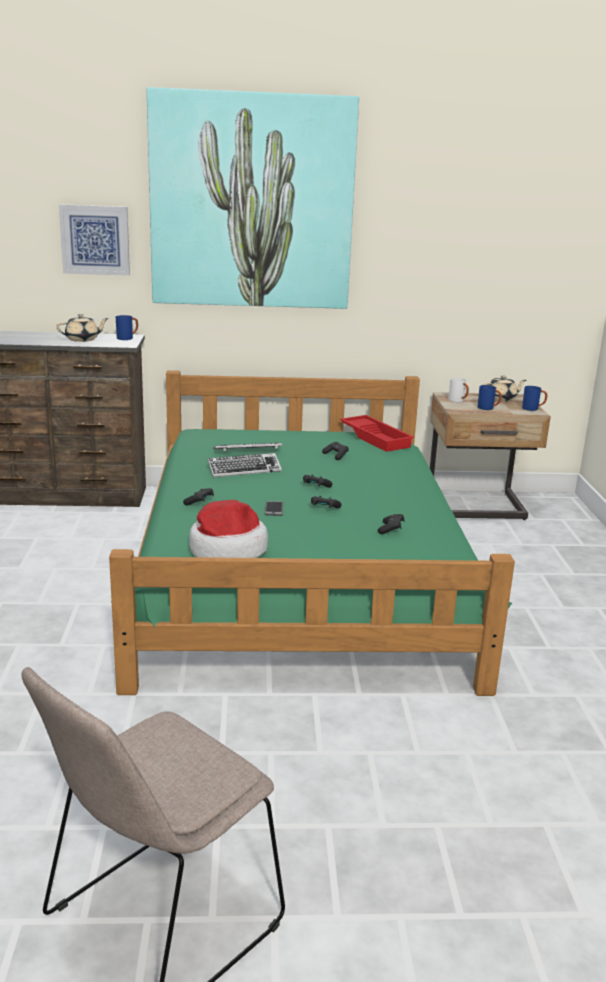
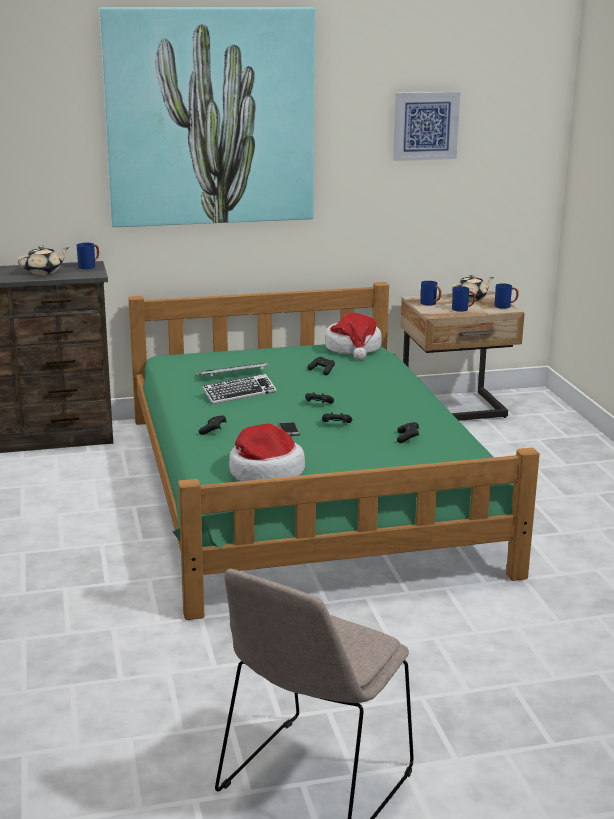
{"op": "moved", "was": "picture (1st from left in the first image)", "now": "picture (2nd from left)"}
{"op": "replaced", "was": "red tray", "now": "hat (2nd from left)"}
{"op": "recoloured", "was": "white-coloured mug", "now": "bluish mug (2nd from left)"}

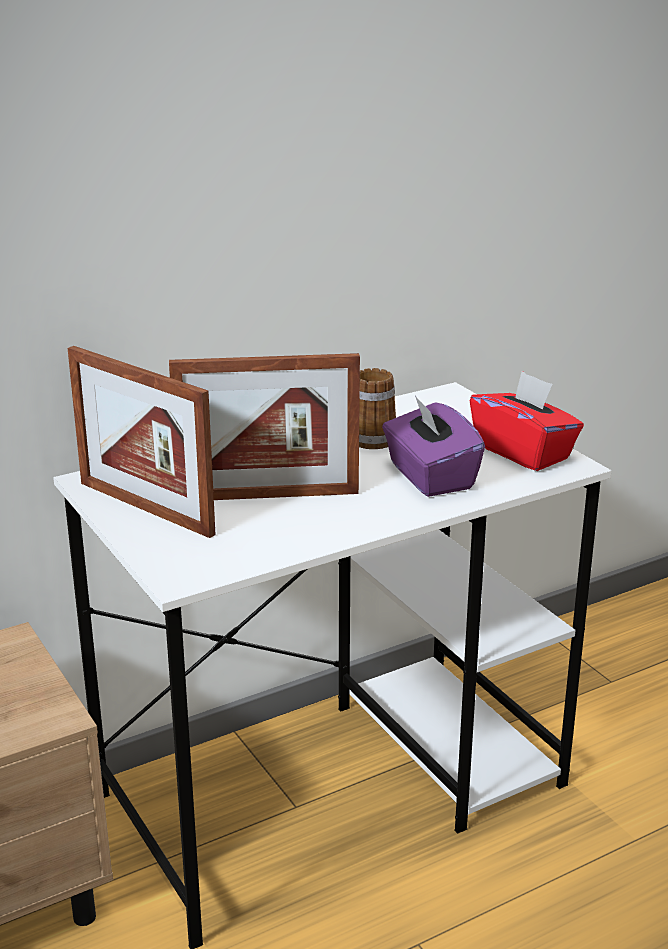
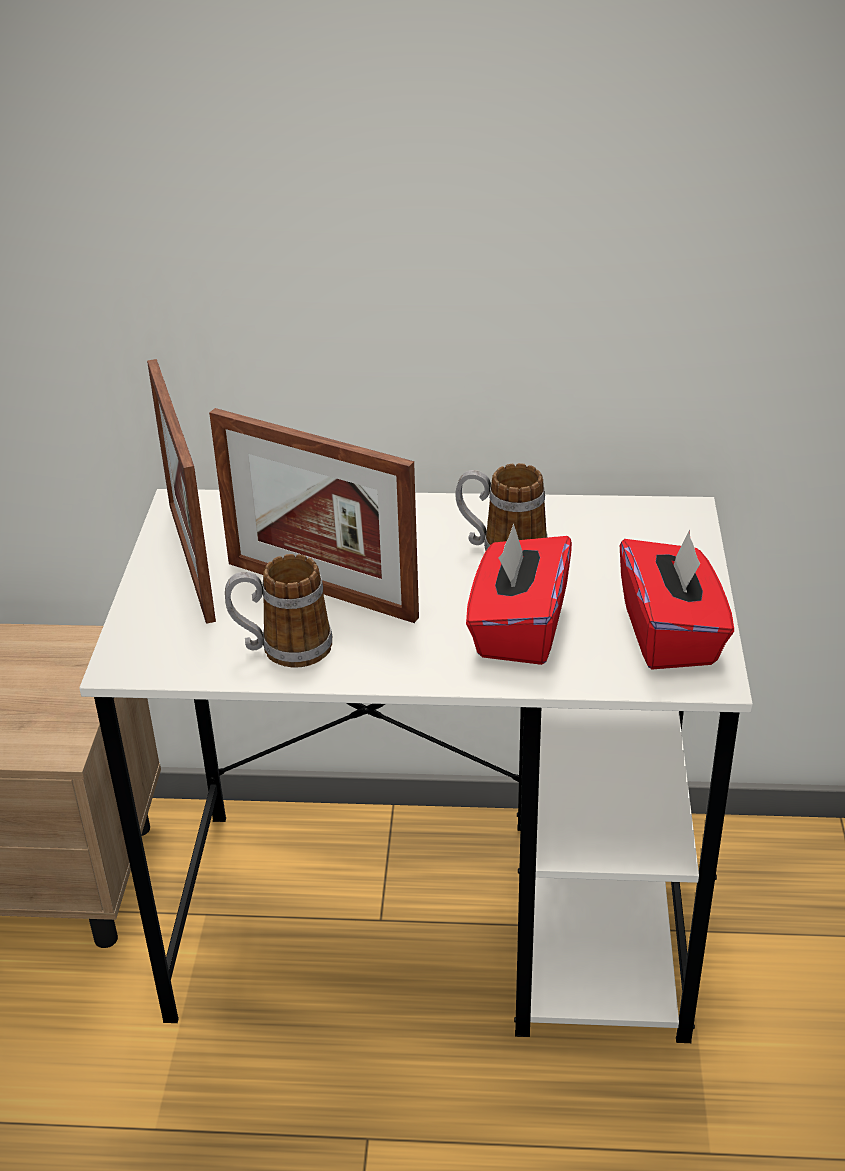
{"op": "recoloured", "was": "purple-coloured tissue holder", "now": "red tissue holder (1st from left)"}
{"op": "added", "now": "mug (1st from left)"}

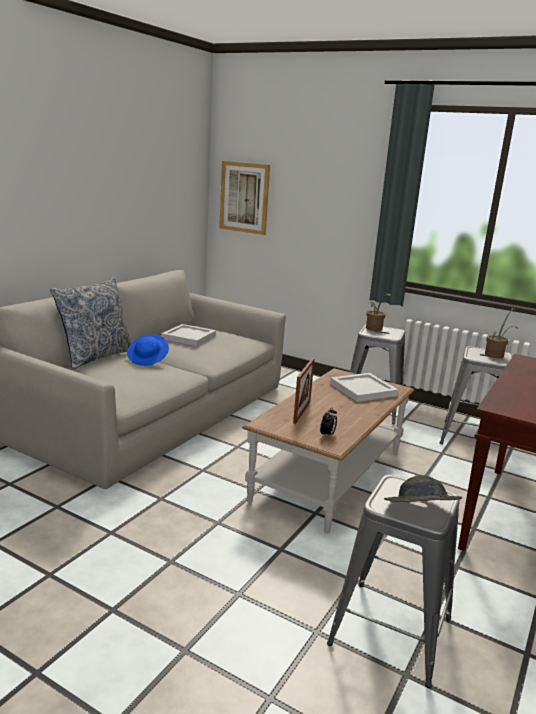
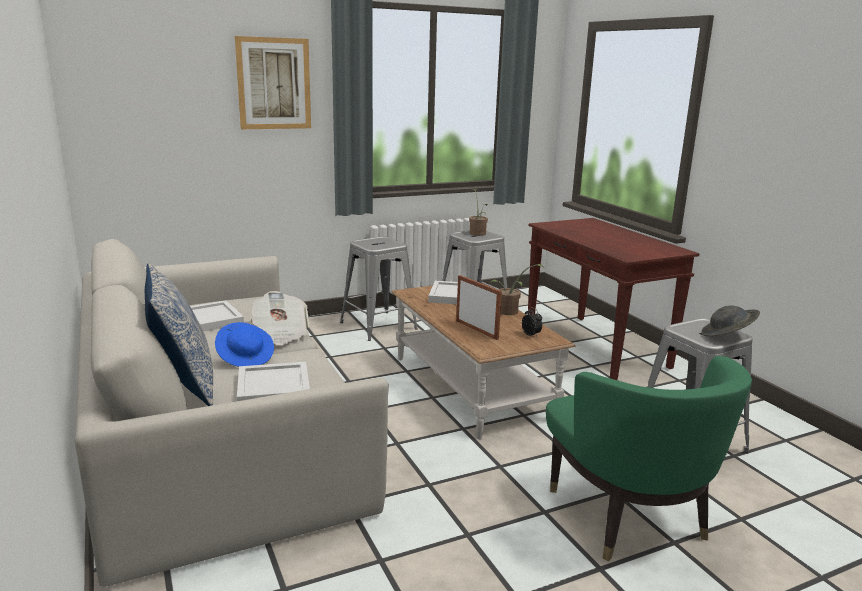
{"op": "moved", "was": "picture"}
{"op": "moved", "was": "potted plant (1st from left in the first image)", "now": "potted plant (2nd from left)"}
{"op": "added", "now": "white-coloured tray (2nd from left)"}
{"op": "added", "now": "printed paper"}
{"op": "added", "now": "green armchair"}

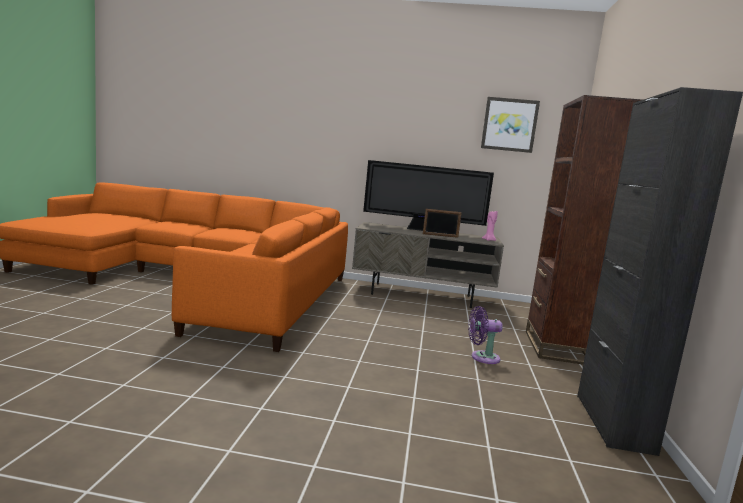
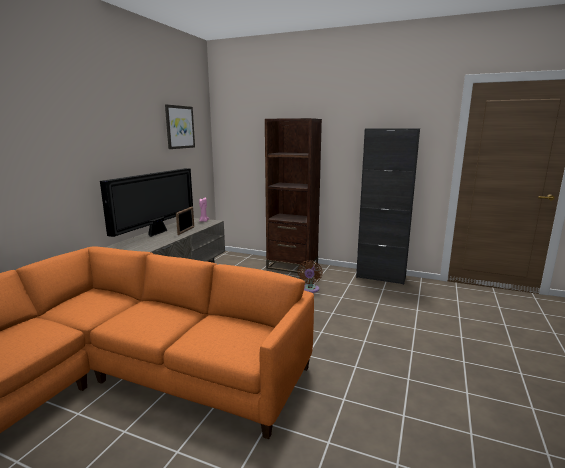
{"op": "recoloured", "was": "purple-coloured fan", "now": "brown-coloured fan"}

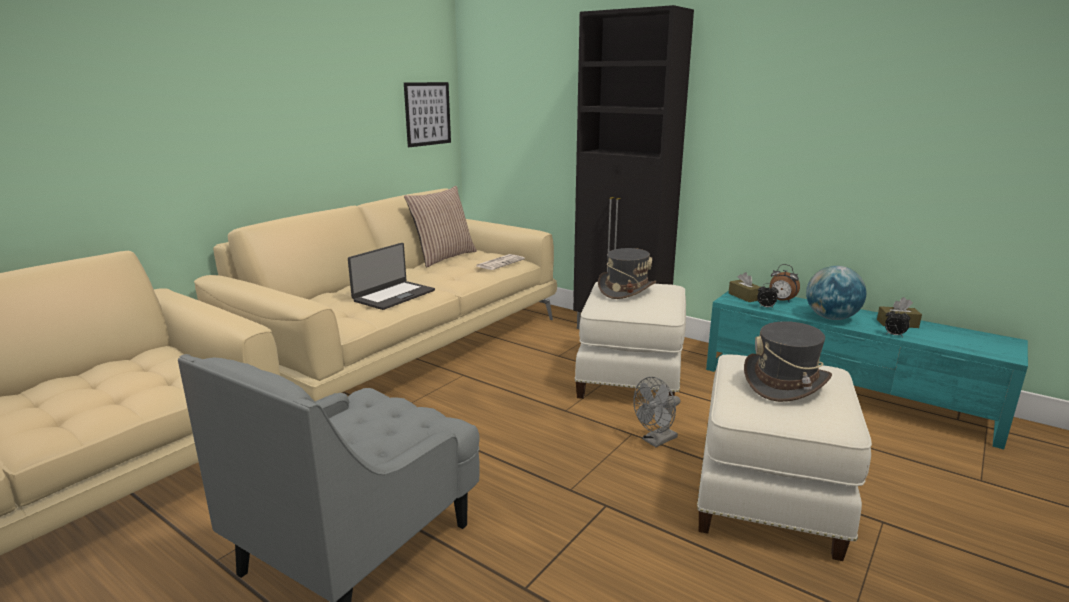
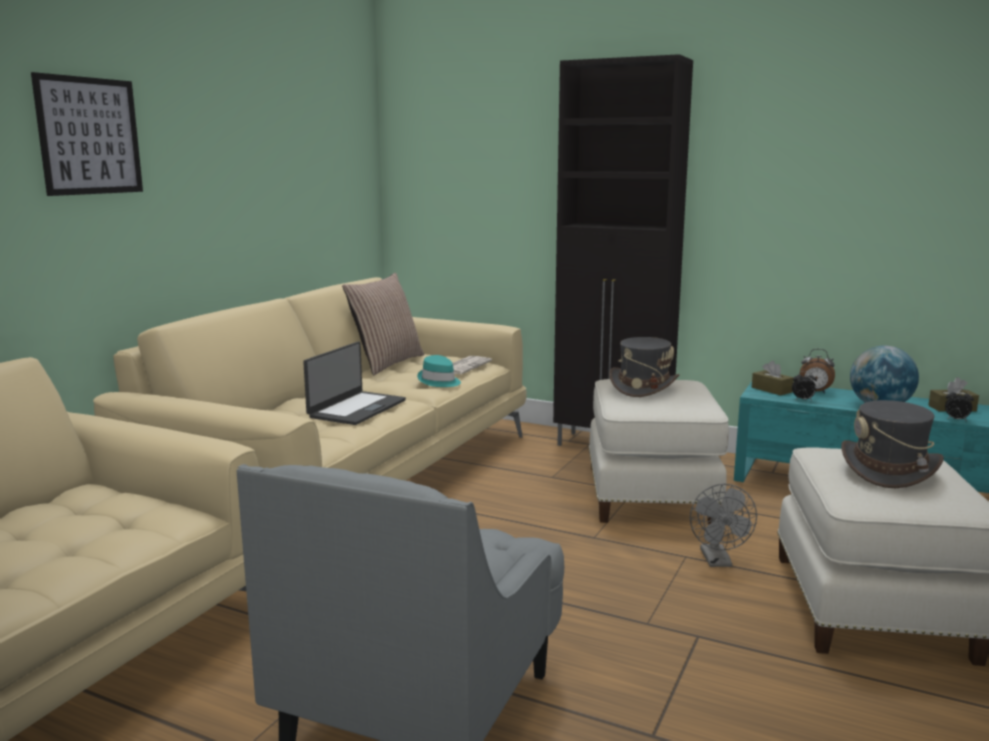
{"op": "moved", "was": "picture"}
{"op": "turned", "was": "greyish fan", "clockwise": -45}
{"op": "added", "now": "turquoise hat"}

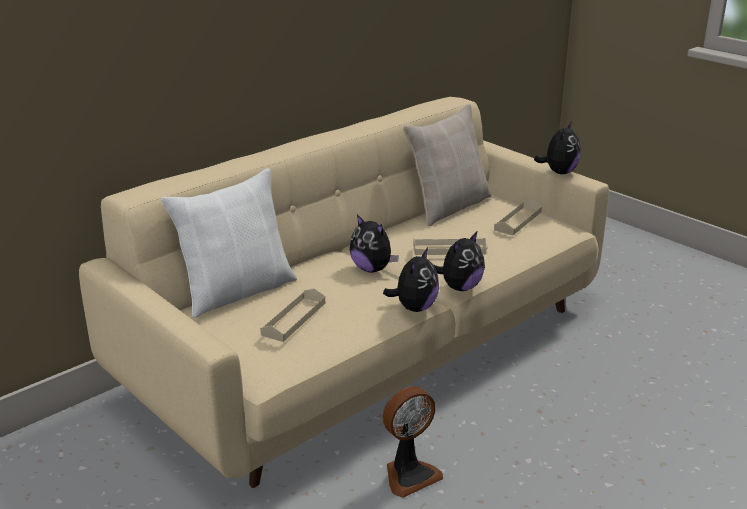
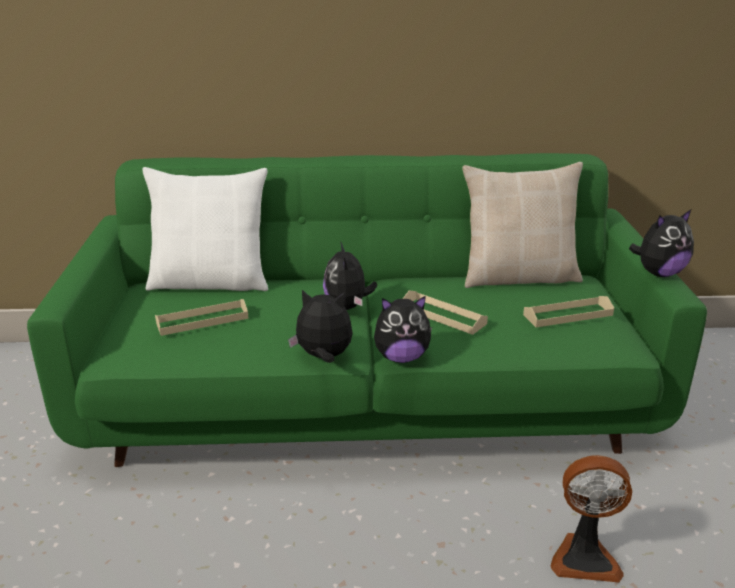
{"op": "recoloured", "was": "beige-coloured settee", "now": "green settee"}
{"op": "turned", "was": "plush toy (2nd from left in the first image)", "clockwise": -150}
{"op": "moved", "was": "fan"}

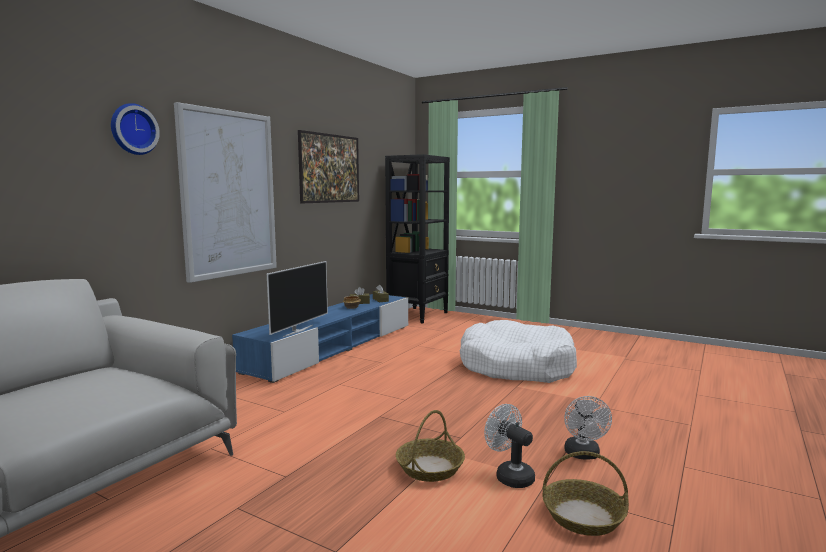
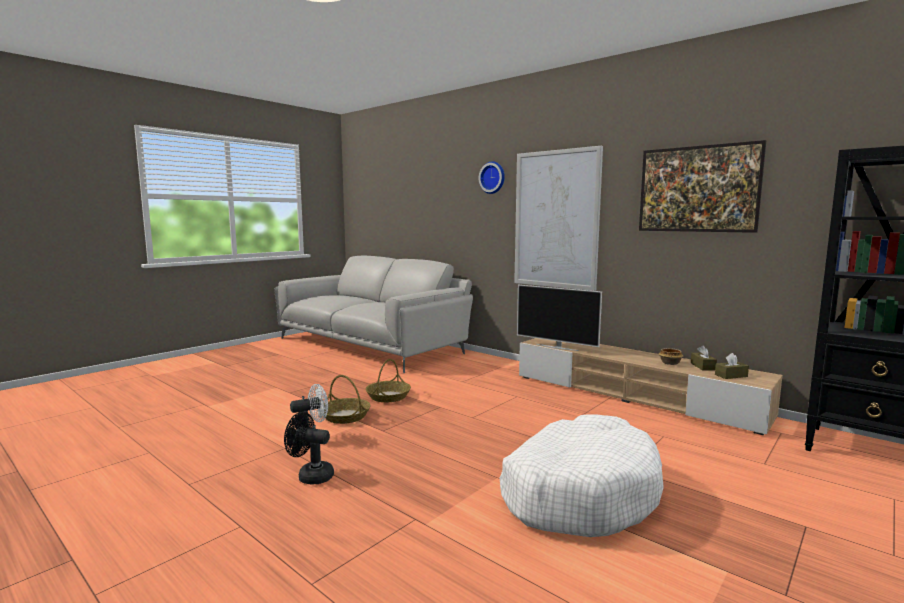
{"op": "recoloured", "was": "bluish media console", "now": "beige-coloured media console"}
{"op": "moved", "was": "household basket (2nd from left)"}
{"op": "recoloured", "was": "white-coloured fan (2nd from left)", "now": "black fan"}

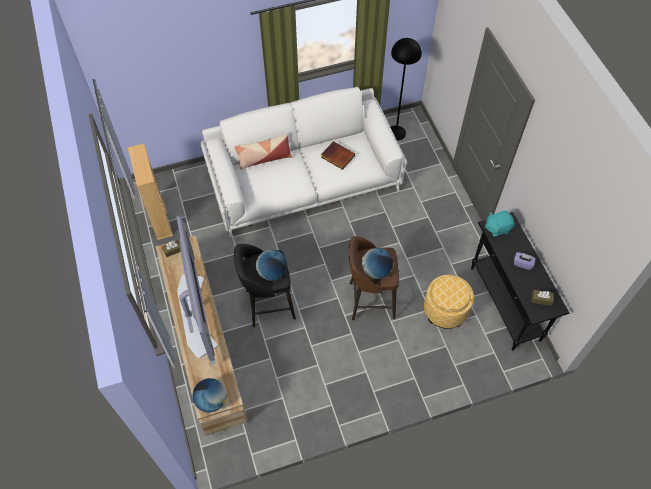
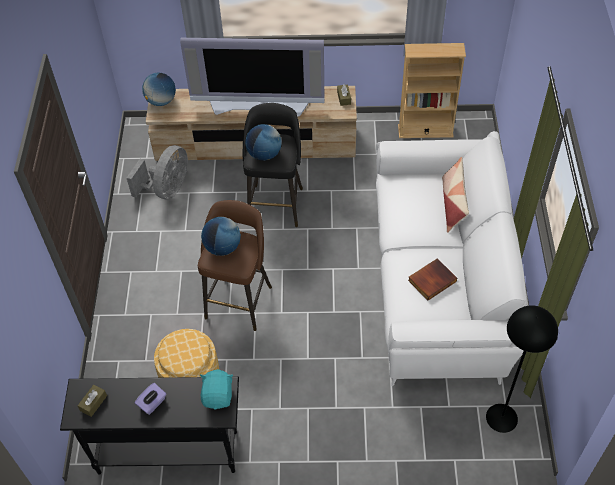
{"op": "added", "now": "greyish fan"}

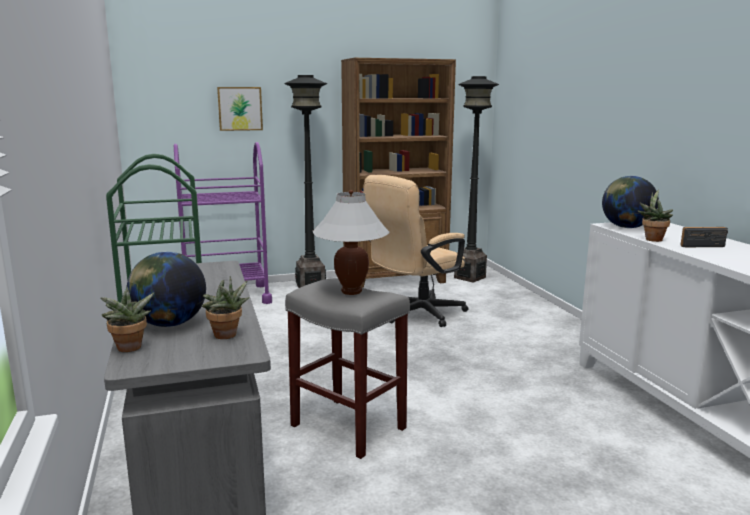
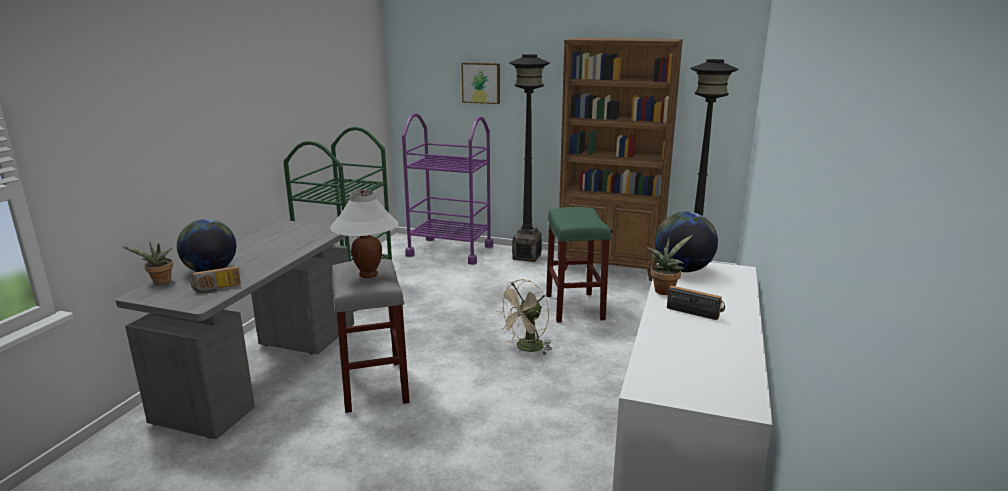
{"op": "replaced", "was": "potted plant (2nd from left)", "now": "radio set (1st from left)"}
{"op": "replaced", "was": "beige-coloured computer chair", "now": "green stool"}
{"op": "added", "now": "beige-coloured fan"}

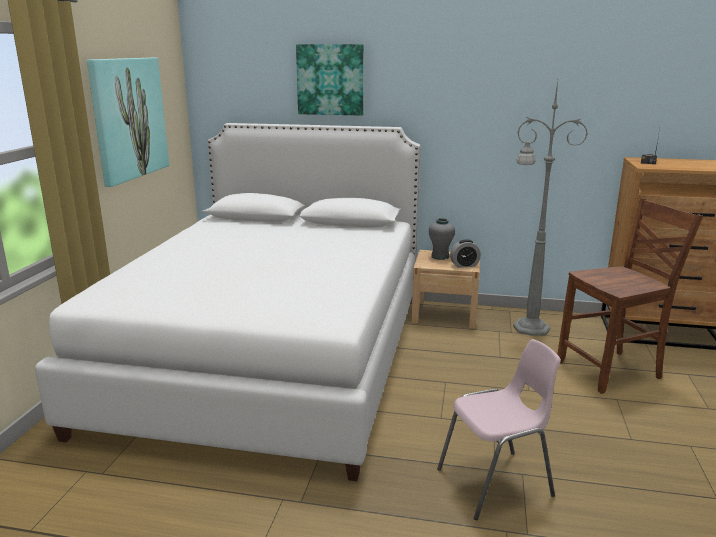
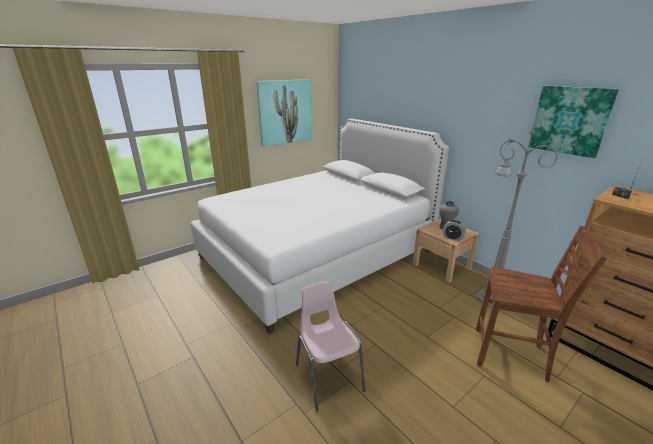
{"op": "moved", "was": "picture (2nd from left)"}
{"op": "turned", "was": "pinkish chair", "clockwise": -135}

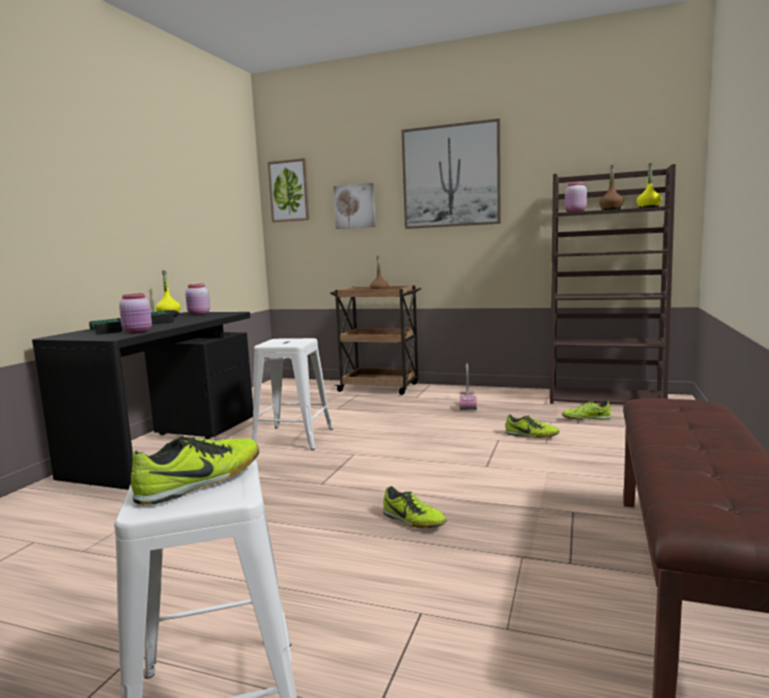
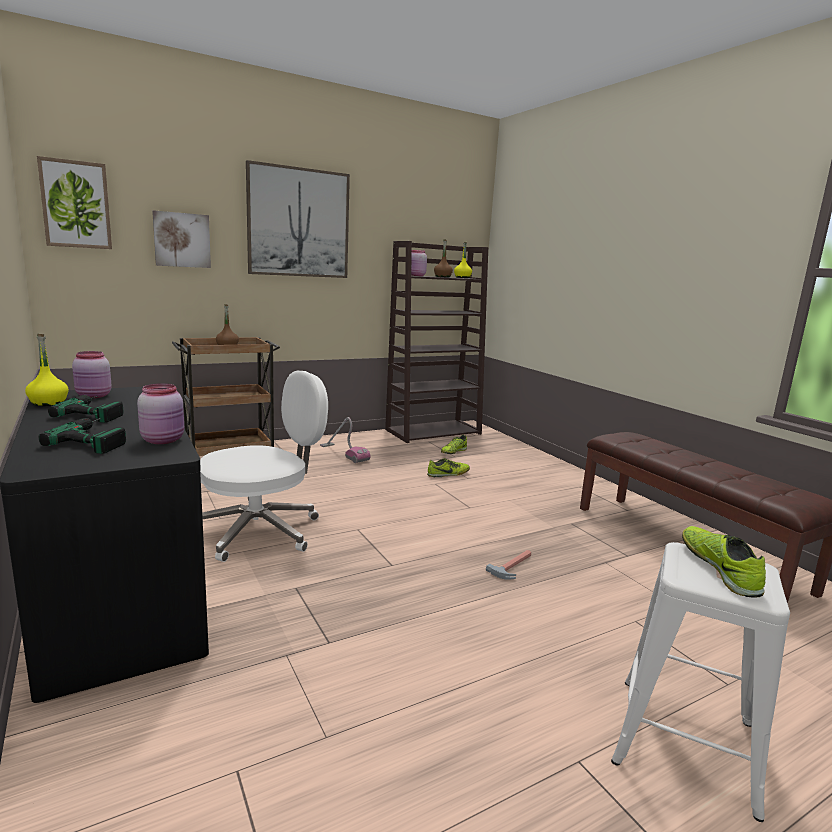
{"op": "replaced", "was": "white-coloured stool (2nd from left)", "now": "white-coloured computer chair"}
{"op": "replaced", "was": "low shoe (2nd from left)", "now": "hammer"}

